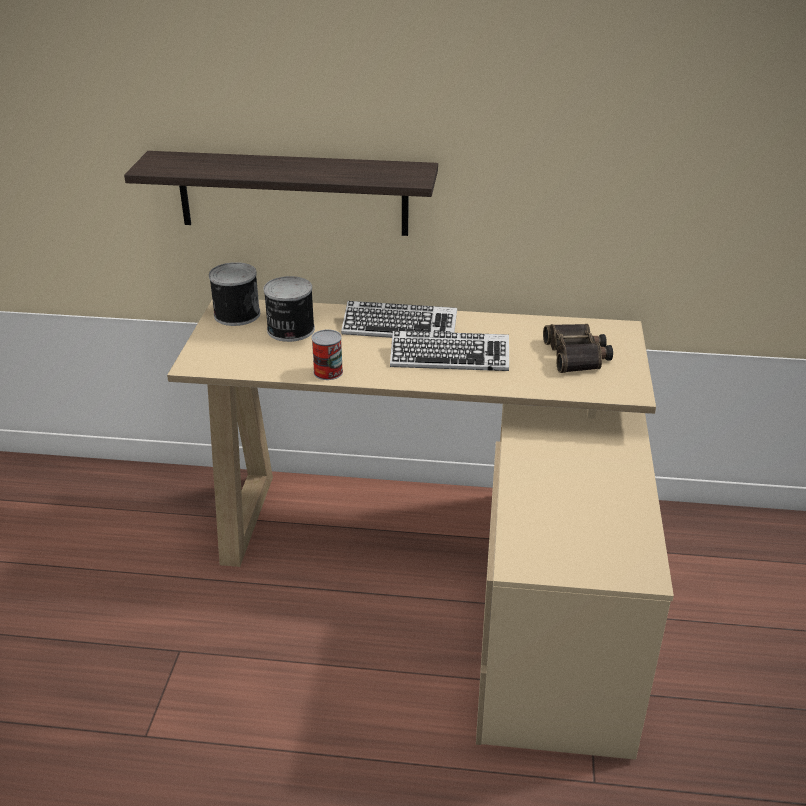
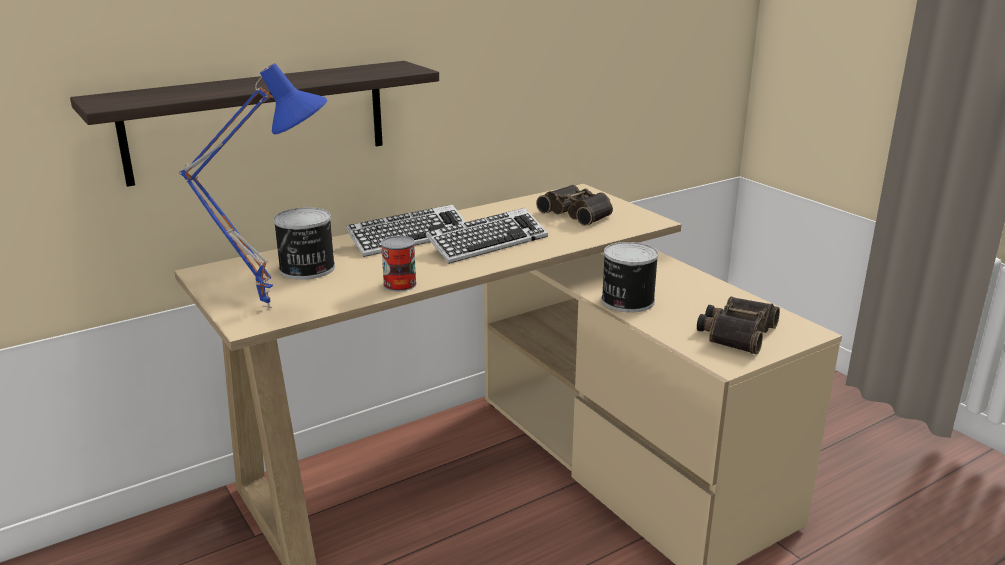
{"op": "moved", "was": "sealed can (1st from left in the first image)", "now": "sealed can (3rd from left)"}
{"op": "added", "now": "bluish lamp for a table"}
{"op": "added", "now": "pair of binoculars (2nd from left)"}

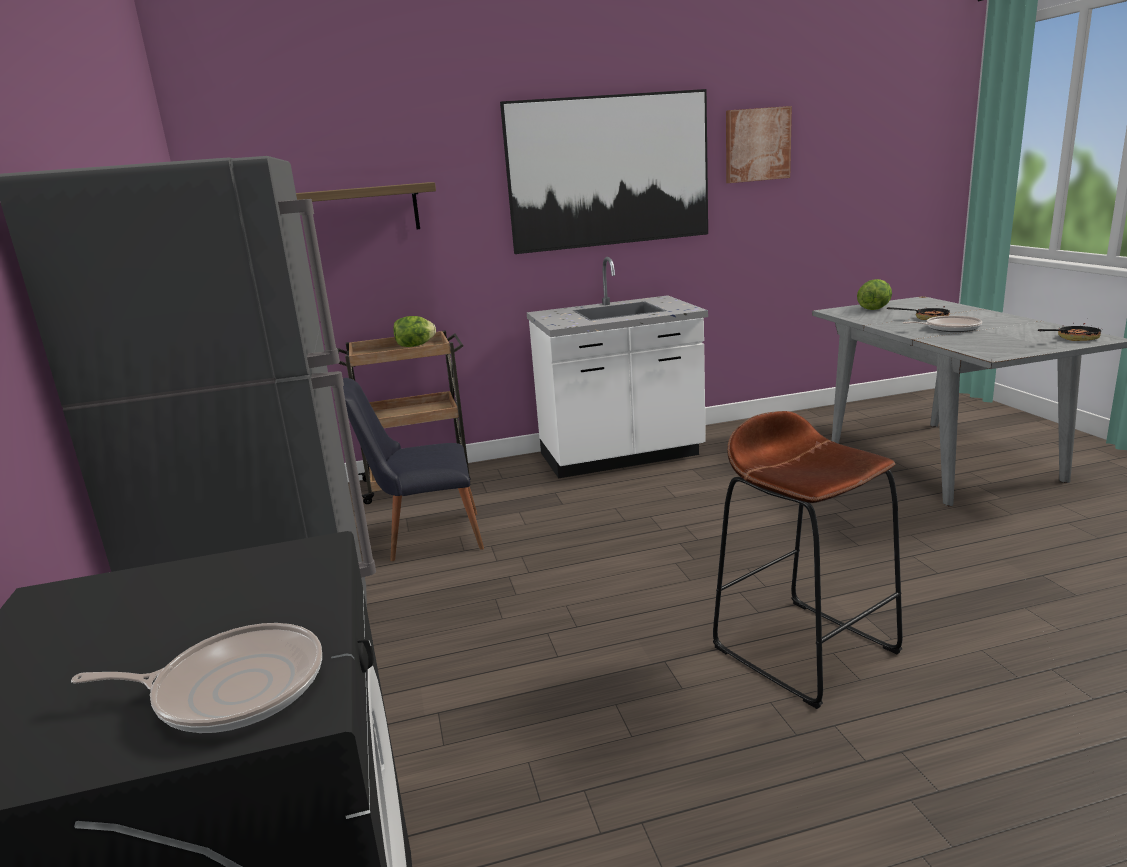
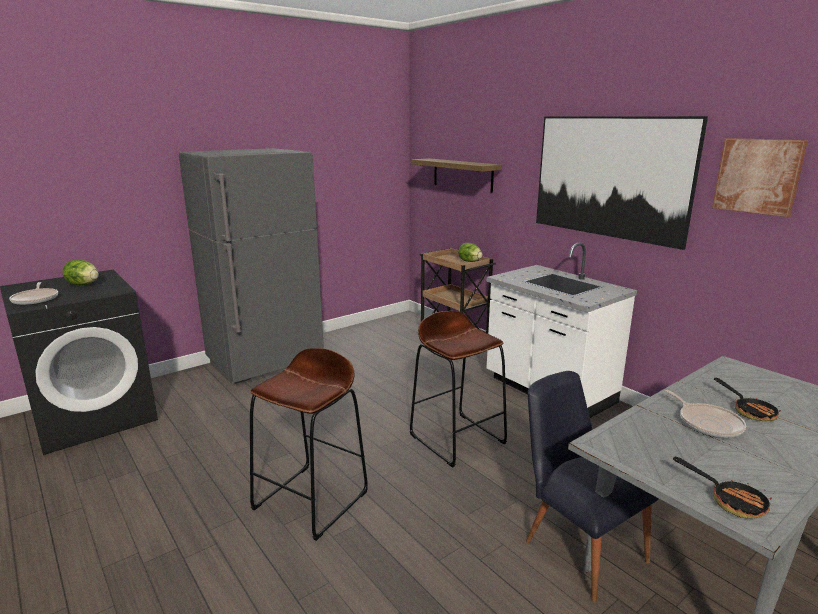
{"op": "moved", "was": "black chair"}
{"op": "moved", "was": "lettuce (2nd from left in the first image)", "now": "lettuce (1st from left)"}
{"op": "added", "now": "brown-coloured stool (2nd from left)"}

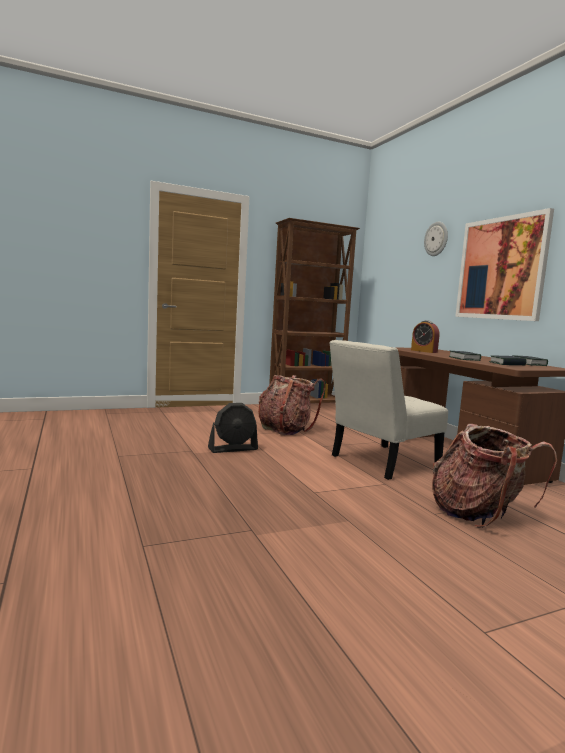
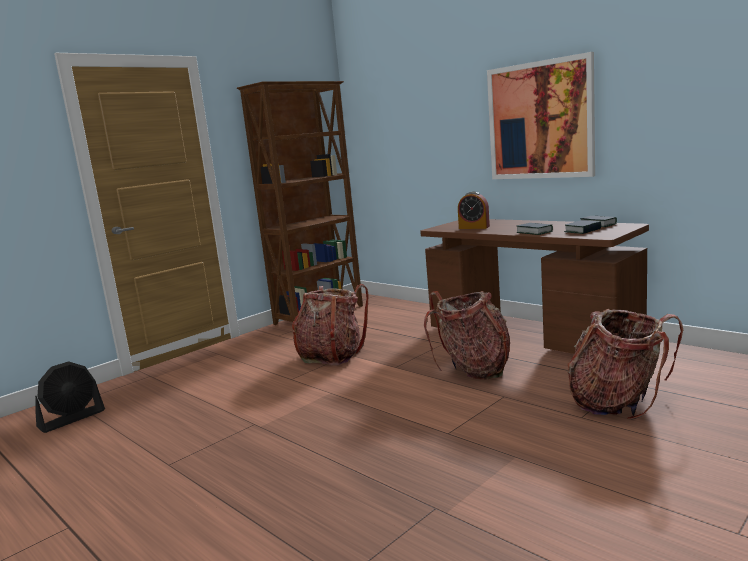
{"op": "moved", "was": "black fan"}
{"op": "replaced", "was": "white-coloured chair", "now": "knapsack (2nd from left)"}
{"op": "removed", "was": "wall clock"}

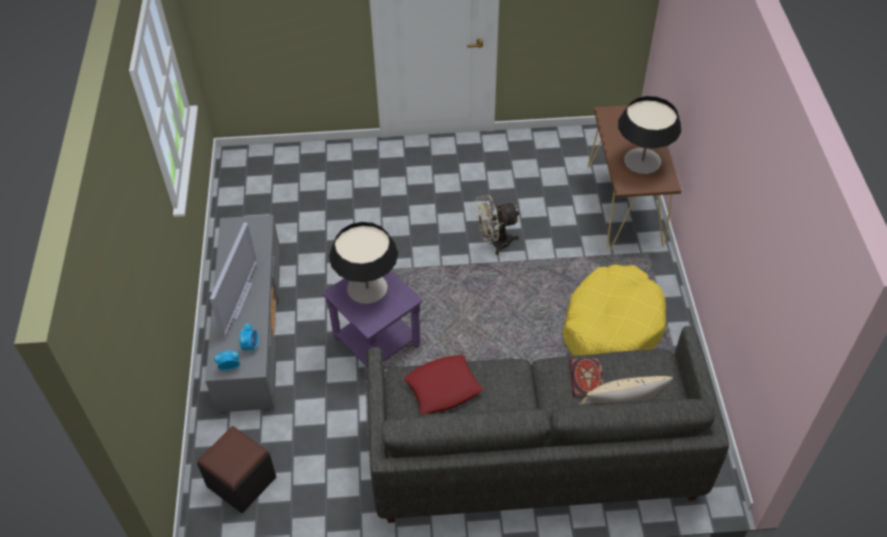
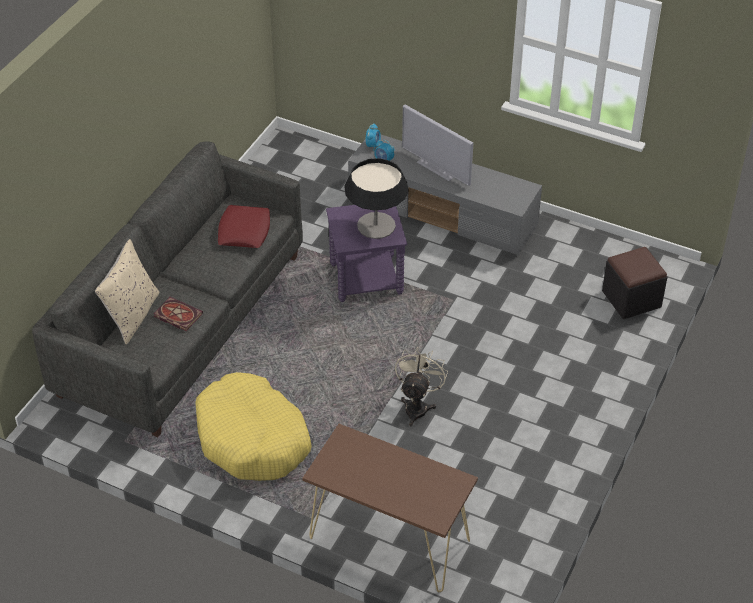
{"op": "moved", "was": "black footrest"}
{"op": "removed", "was": "lamp for a table (2nd from left)"}

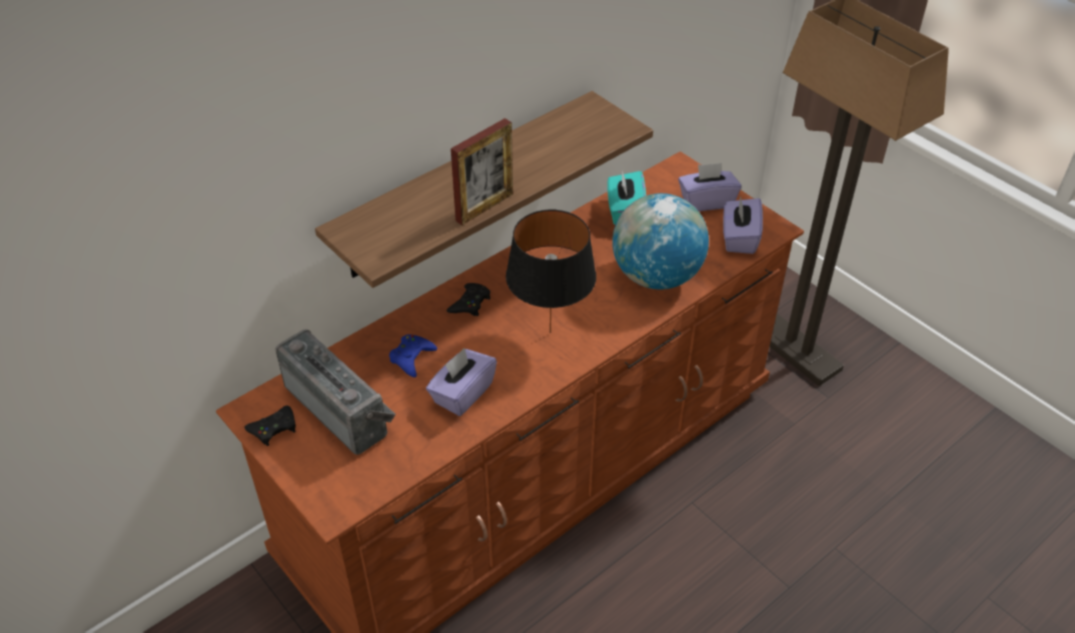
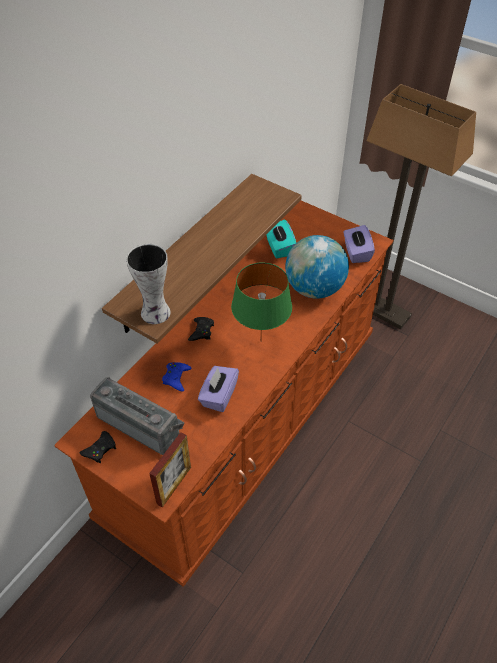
{"op": "moved", "was": "photo frame"}
{"op": "recoloured", "was": "black lamp for a table", "now": "green lamp for a table"}
{"op": "removed", "was": "purple-coloured tissue holder (2nd from left)"}
{"op": "added", "now": "flower vase"}

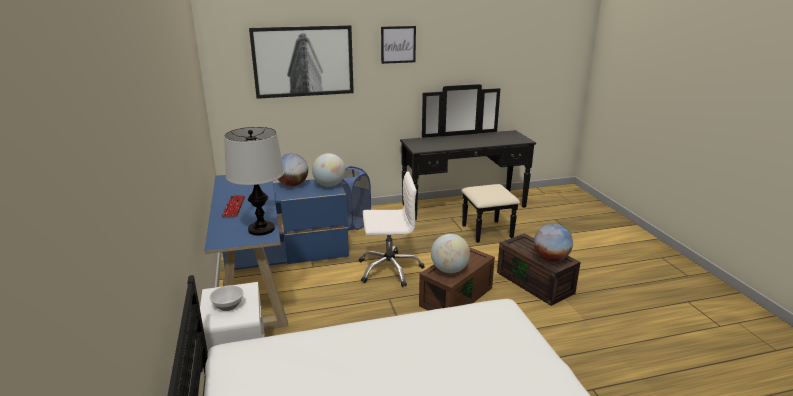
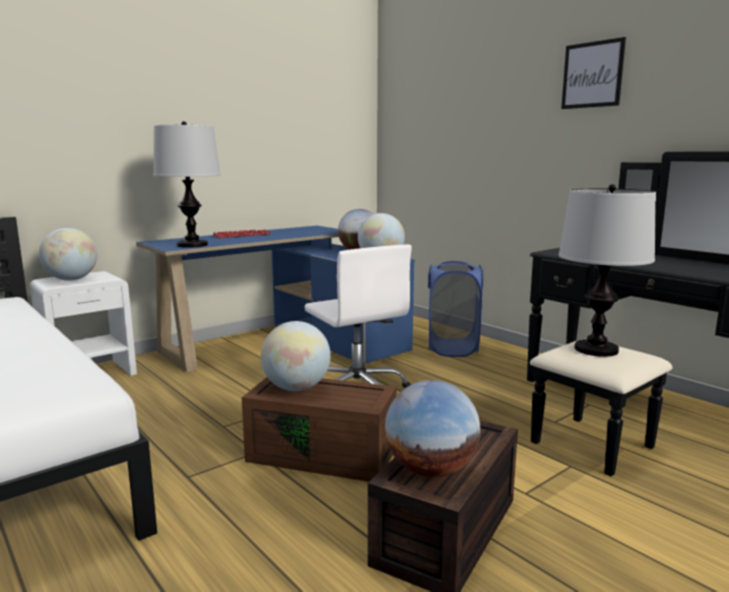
{"op": "replaced", "was": "bowl", "now": "globe (1st from left)"}
{"op": "removed", "was": "picture (1st from left)"}
{"op": "added", "now": "lamp for a table (2nd from left)"}

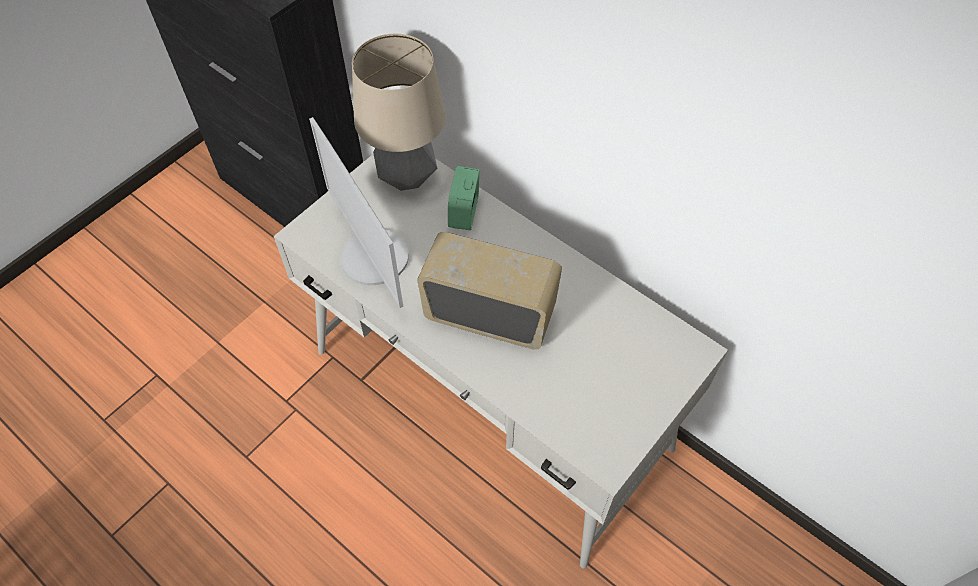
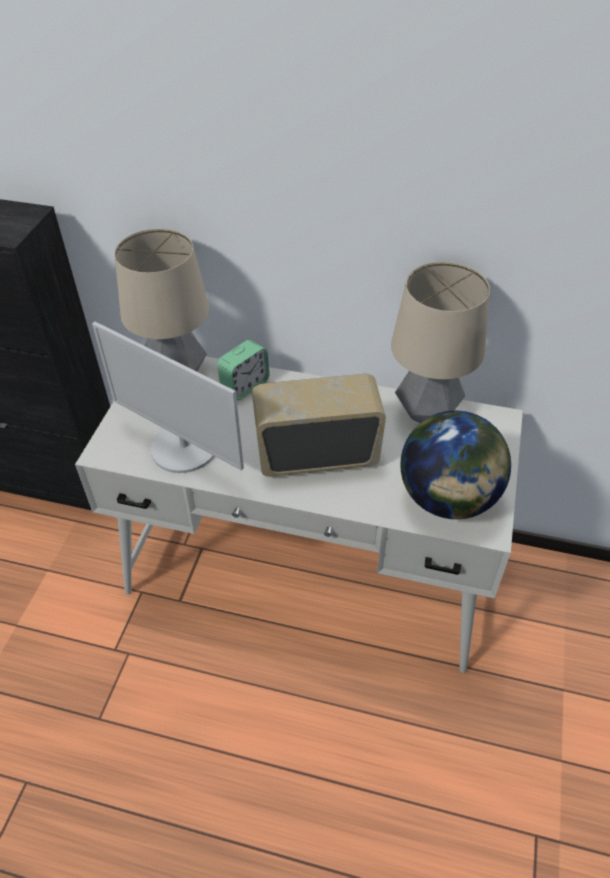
{"op": "turned", "was": "table clock", "clockwise": -120}
{"op": "added", "now": "lamp for a table (2nd from left)"}
{"op": "added", "now": "globe"}

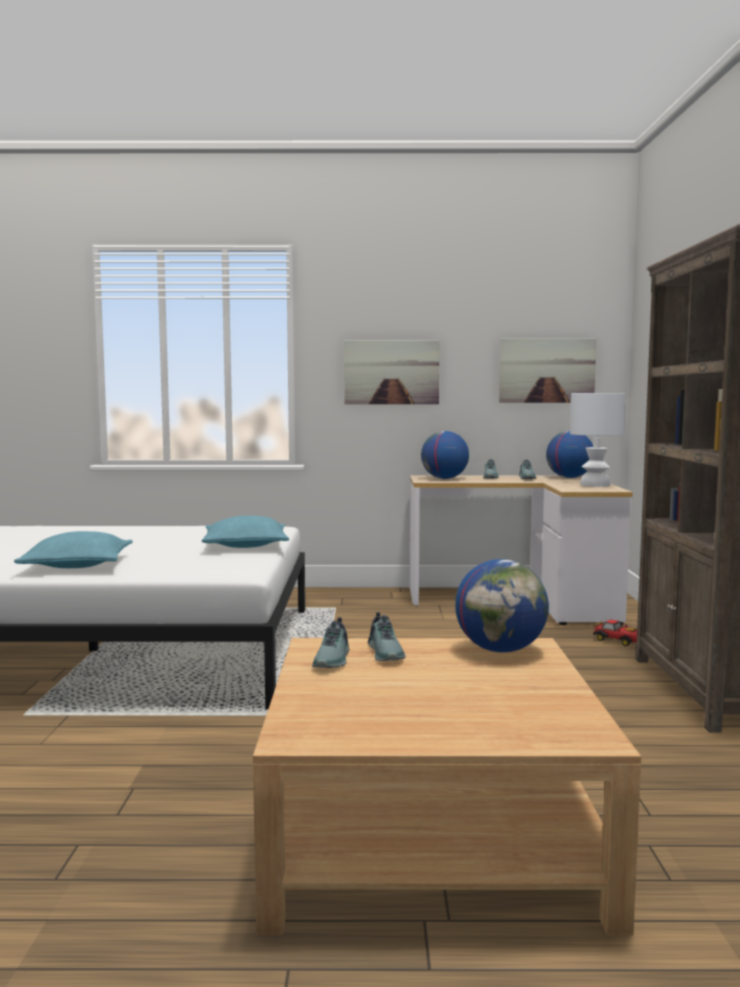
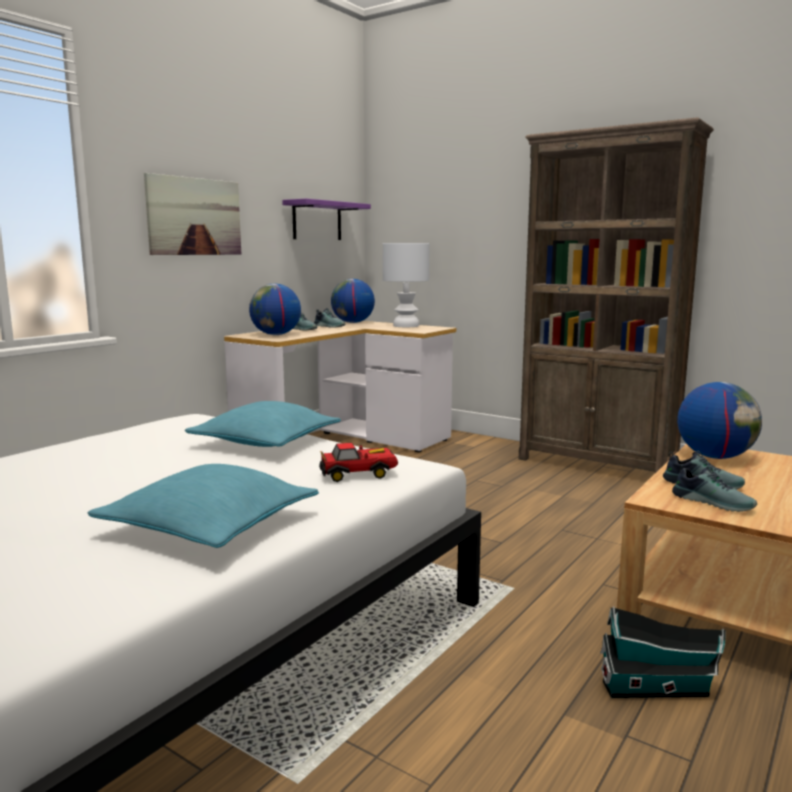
{"op": "replaced", "was": "picture (2nd from left)", "now": "purple-coloured wall shelf"}
{"op": "moved", "was": "model car"}
{"op": "added", "now": "miniature house"}

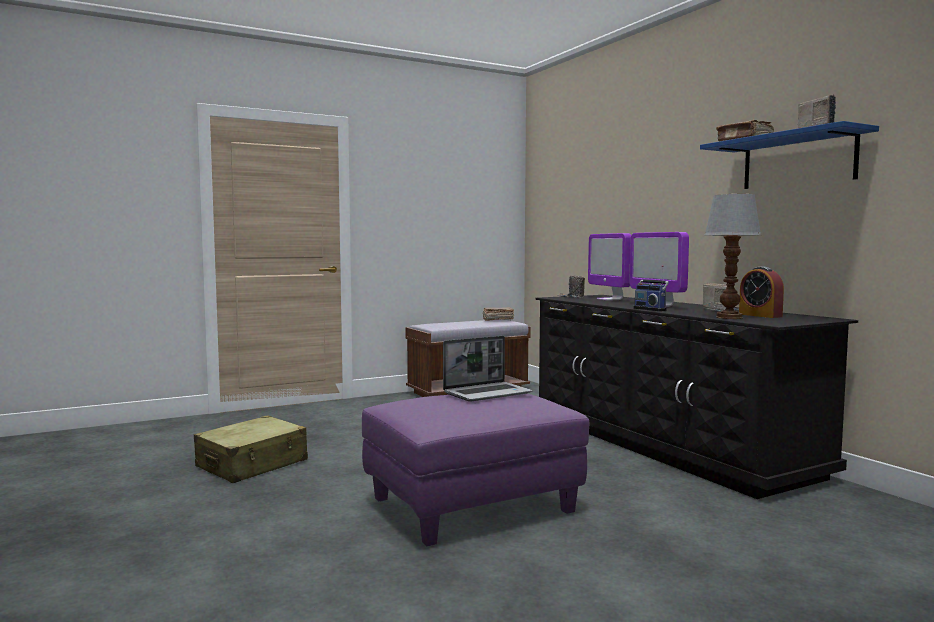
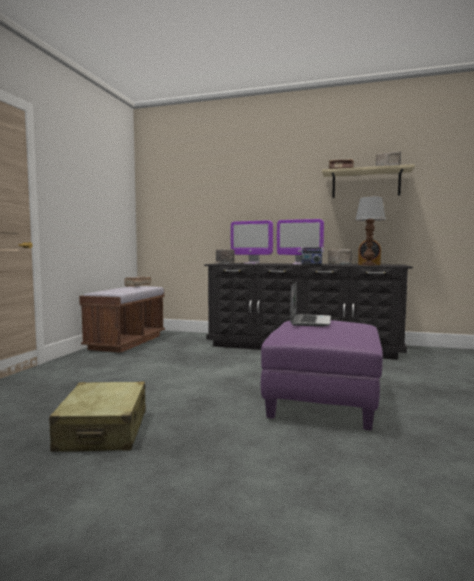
{"op": "recoloured", "was": "bluish wall shelf", "now": "beige-coloured wall shelf"}

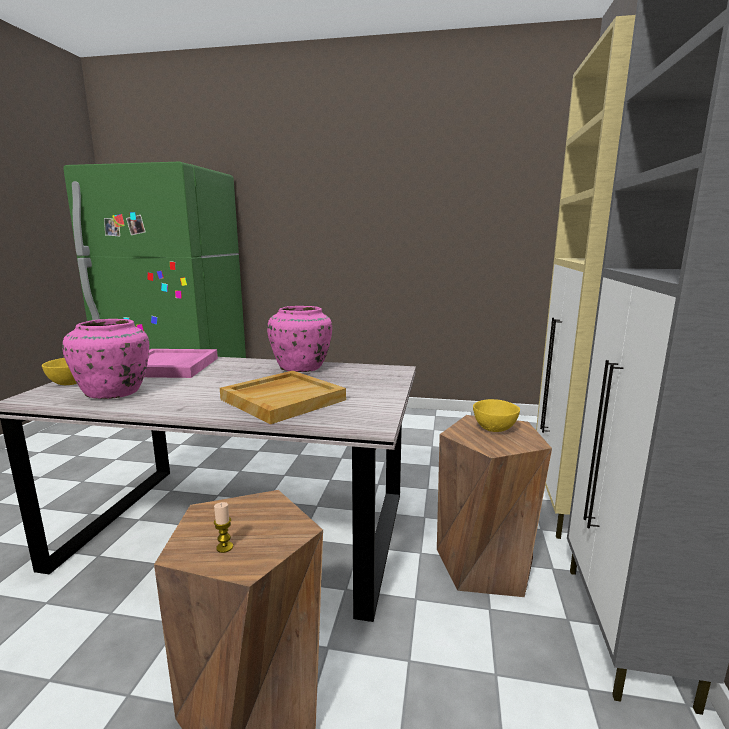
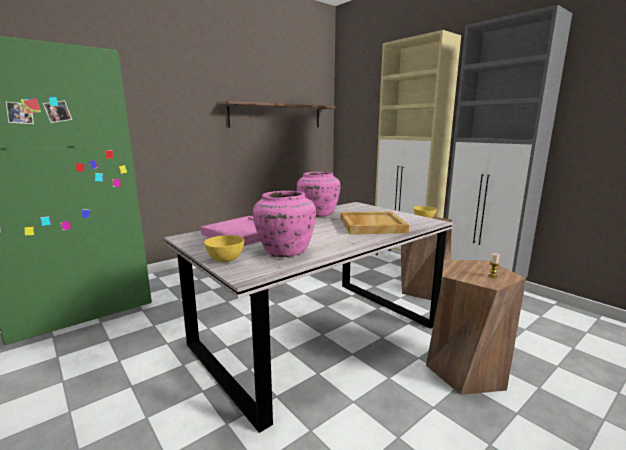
{"op": "added", "now": "brown-coloured wall shelf"}

